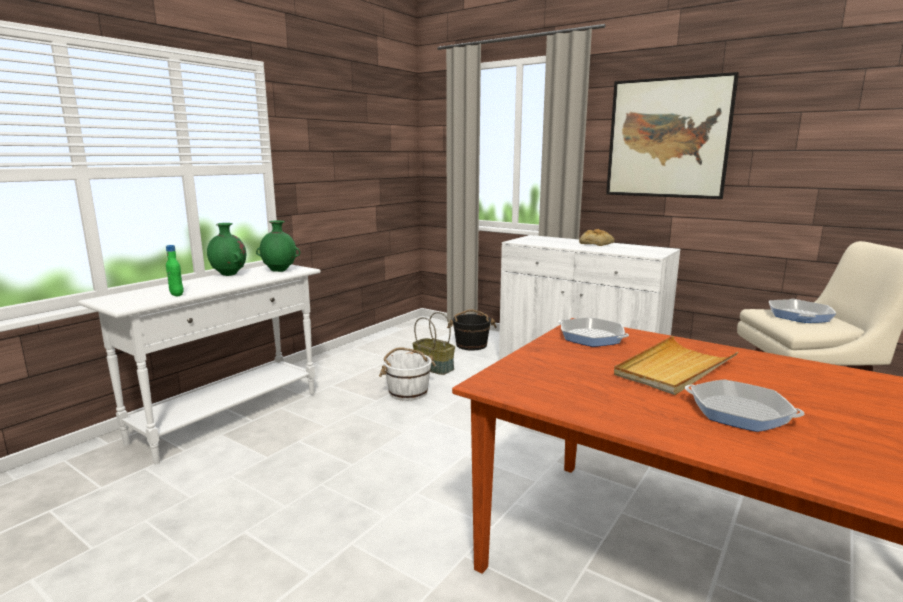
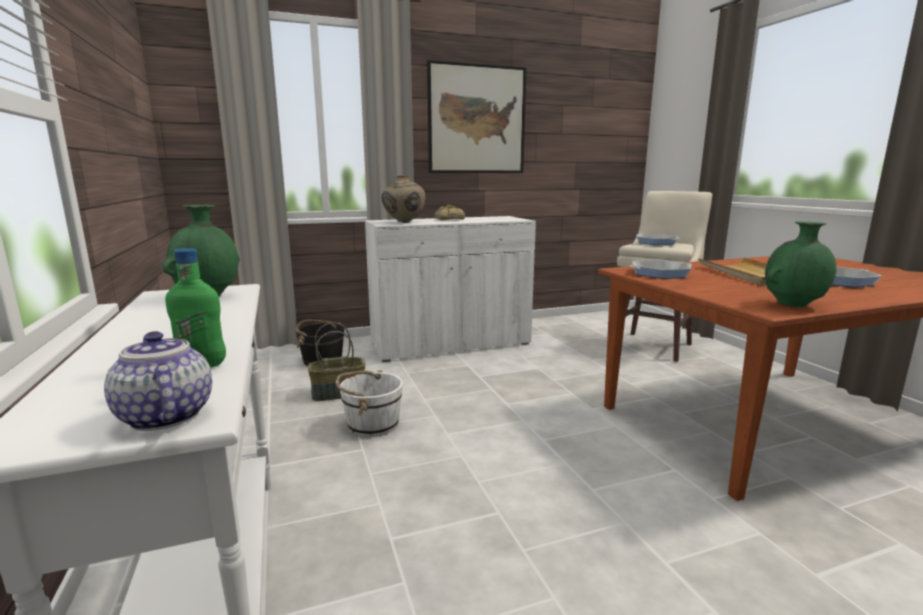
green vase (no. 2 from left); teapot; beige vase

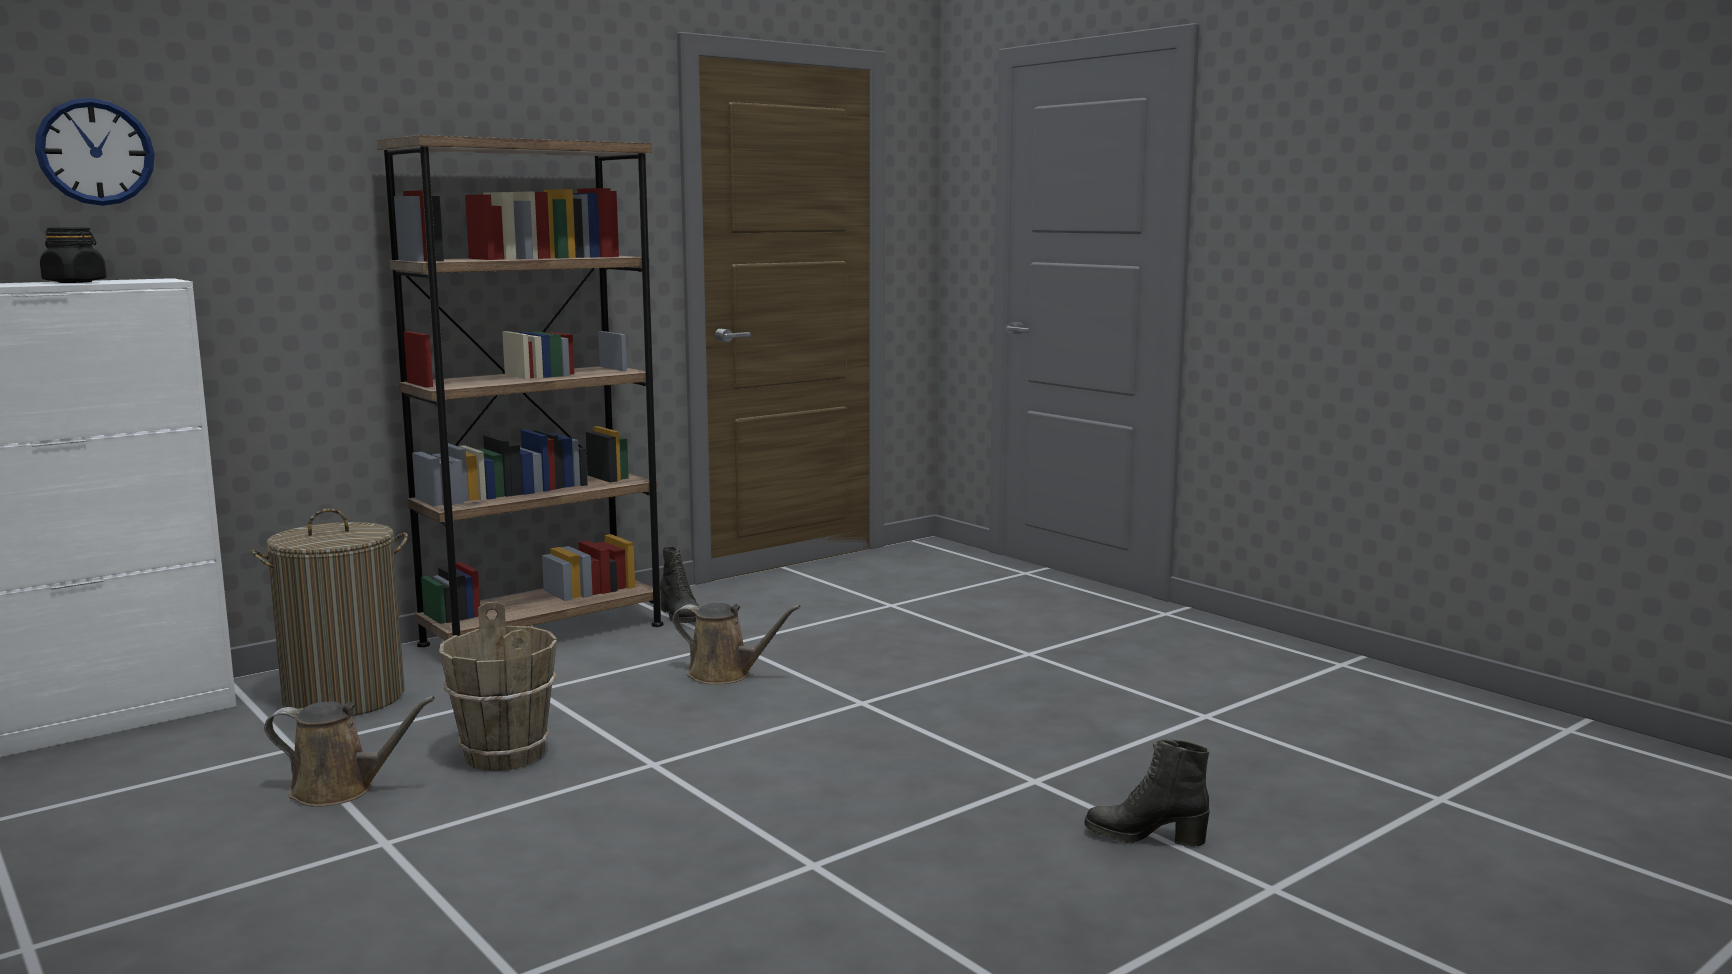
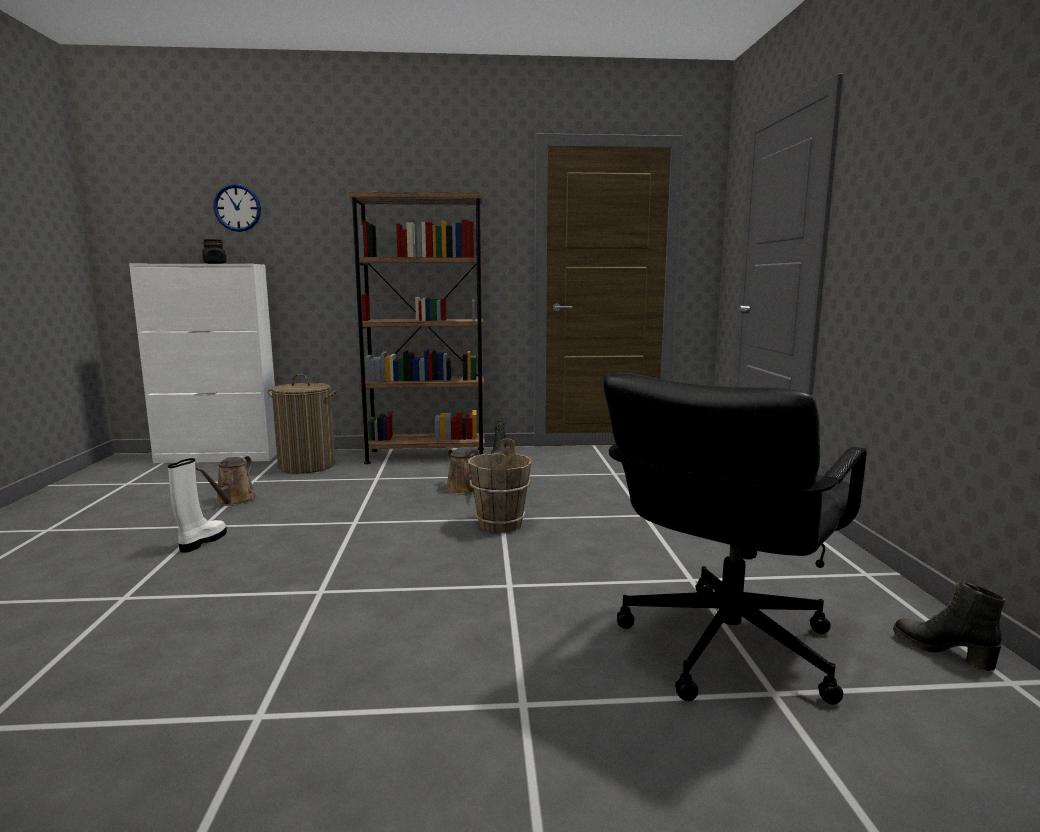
brown watering can (no. 1 from left); brown bucket; black boot (no. 2 from left); white boot; black office chair

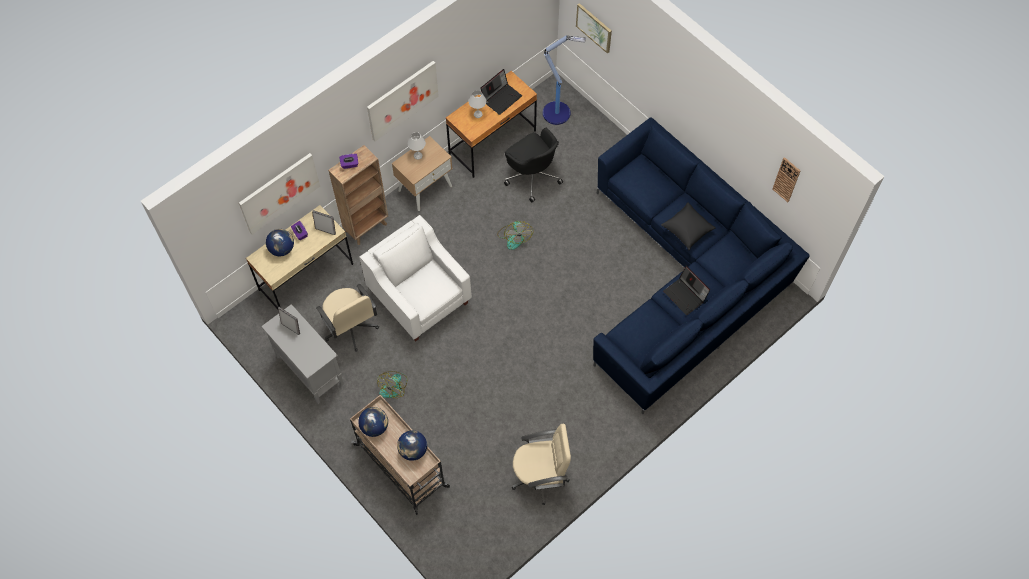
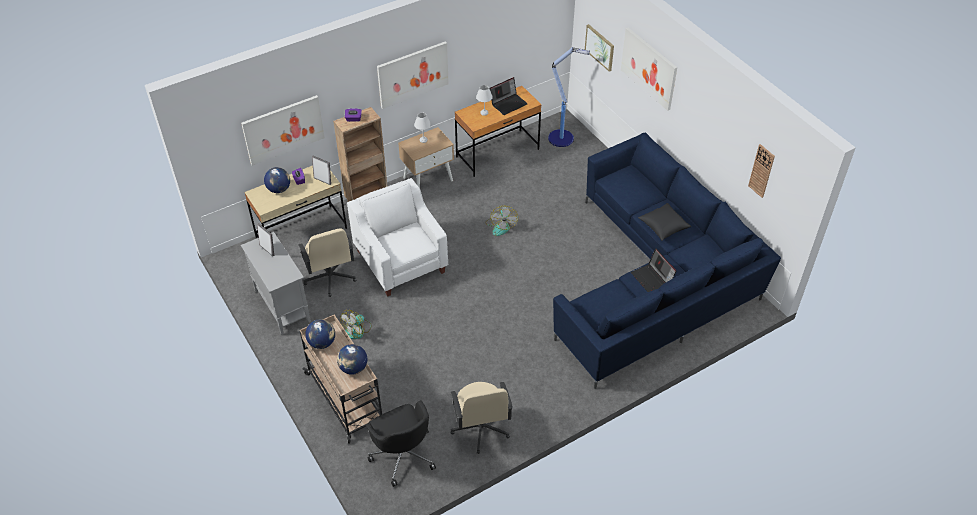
black office chair; beige office chair (no. 2 from left); picture (no. 4 from left)

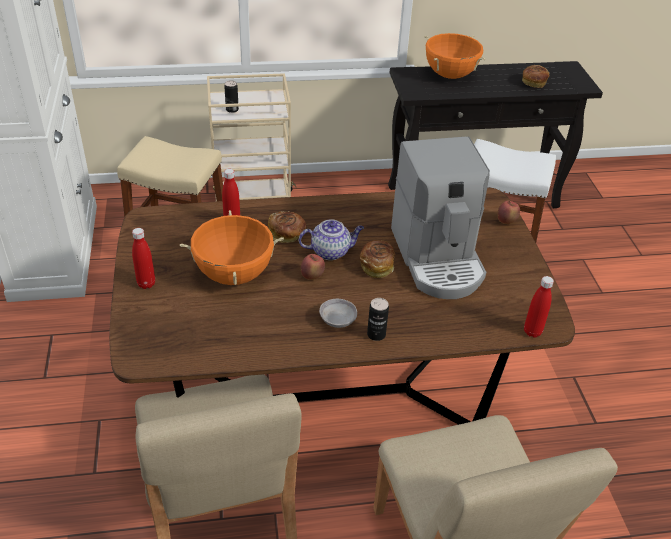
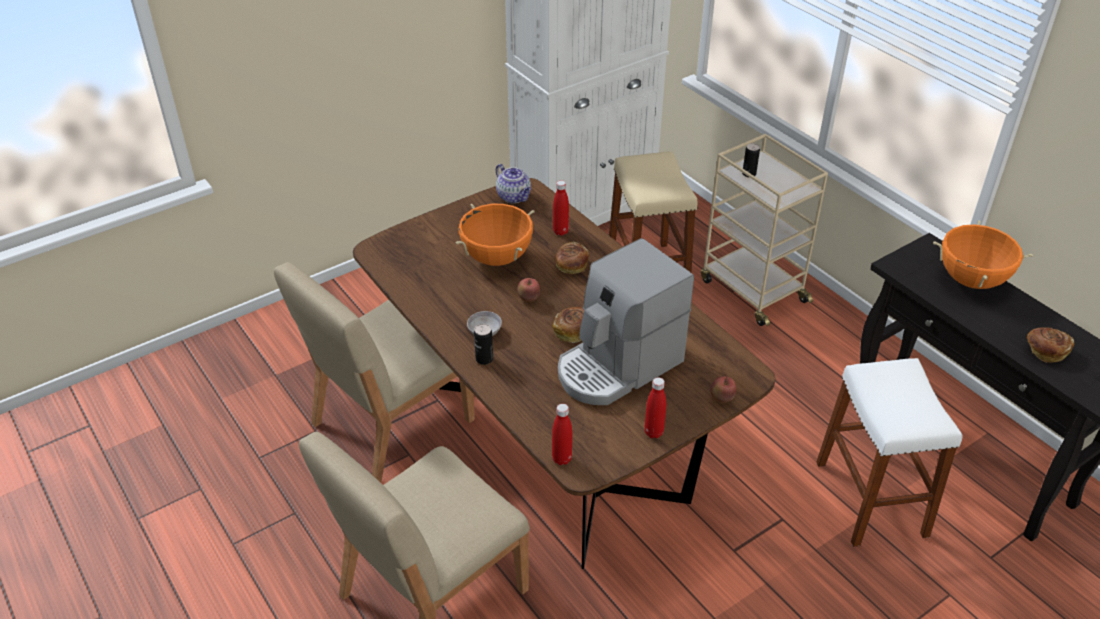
red bottle (no. 3 from left); teapot

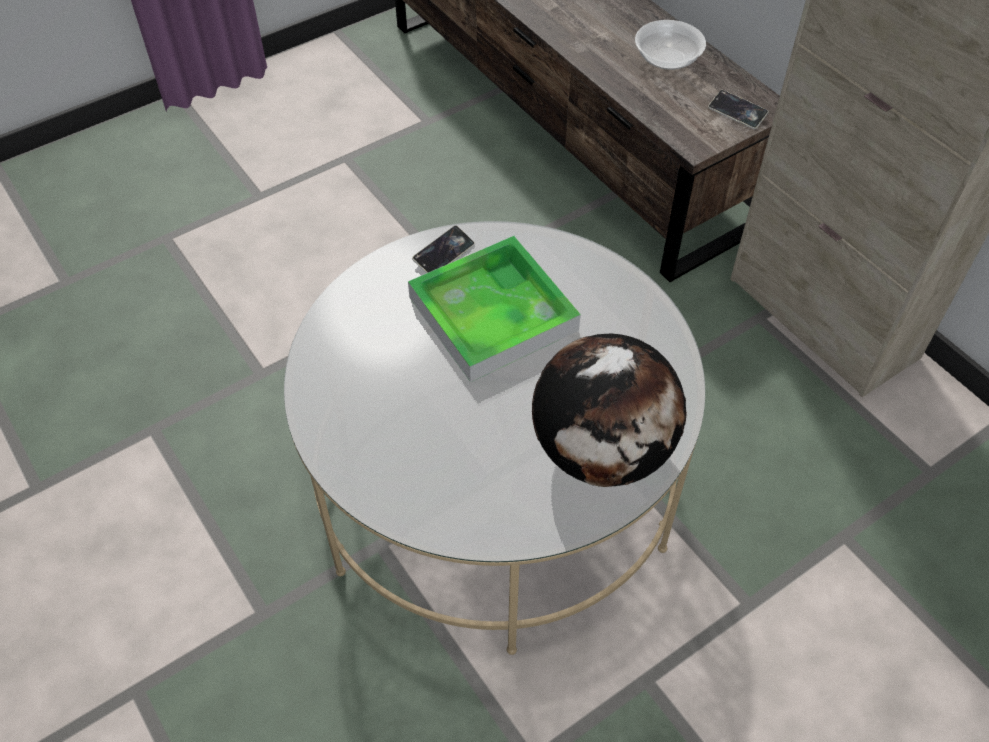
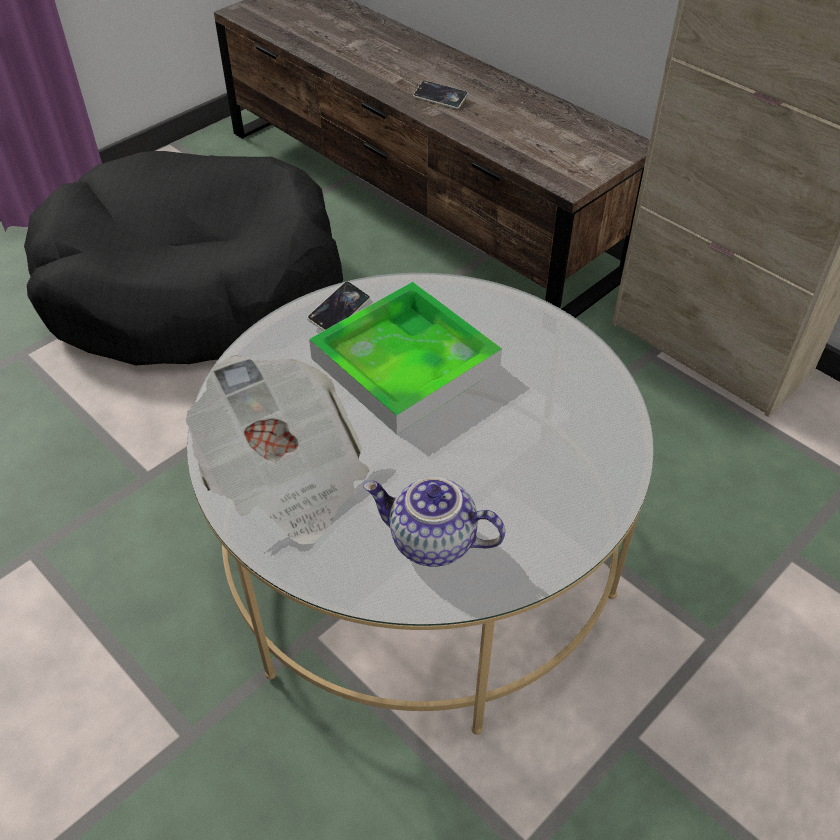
globe; bowl; phone (no. 2 from left); black dog bed; newspaper; teapot

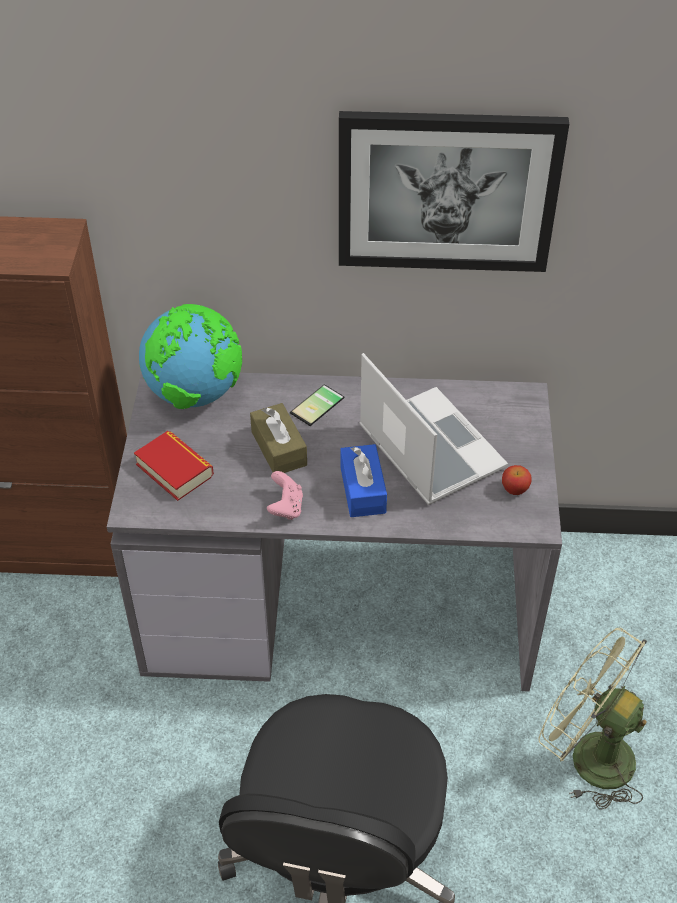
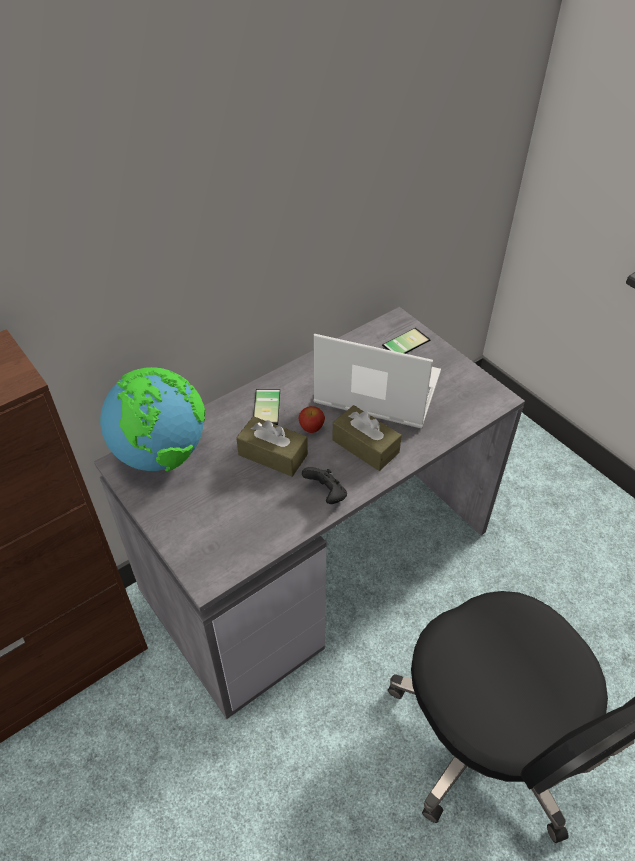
book; black game controller; picture; brown tissue box (no. 2 from left); apple; green fan; phone (no. 2 from left)

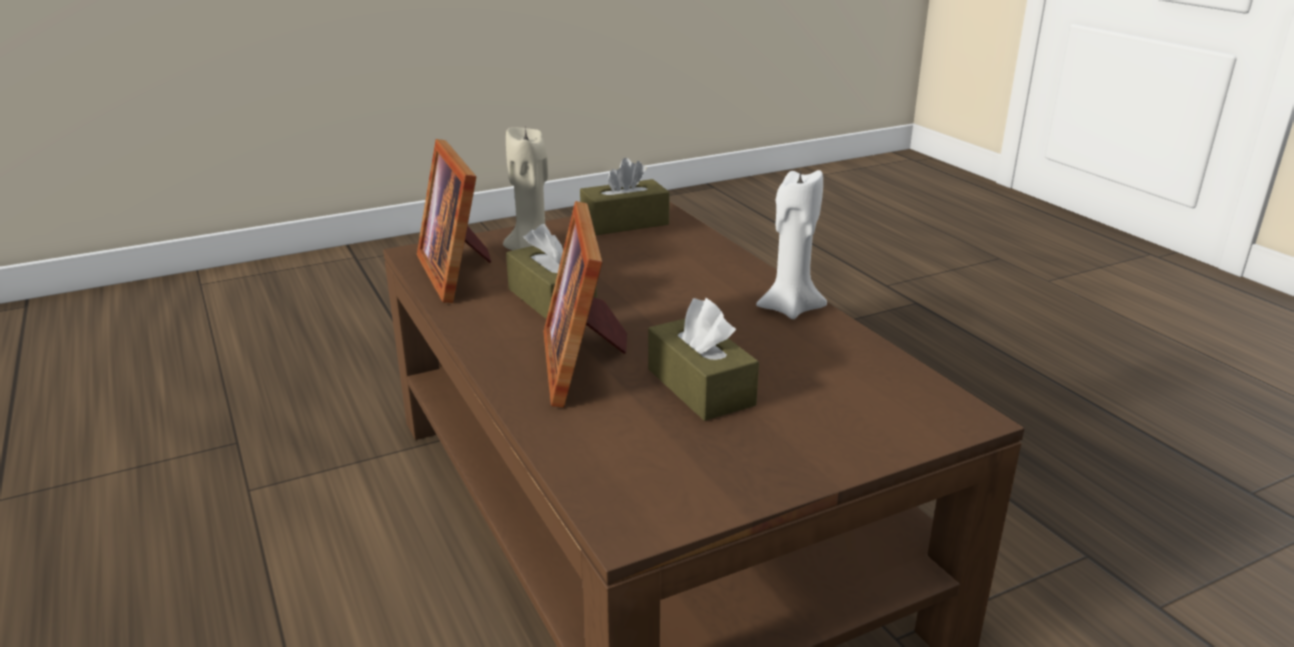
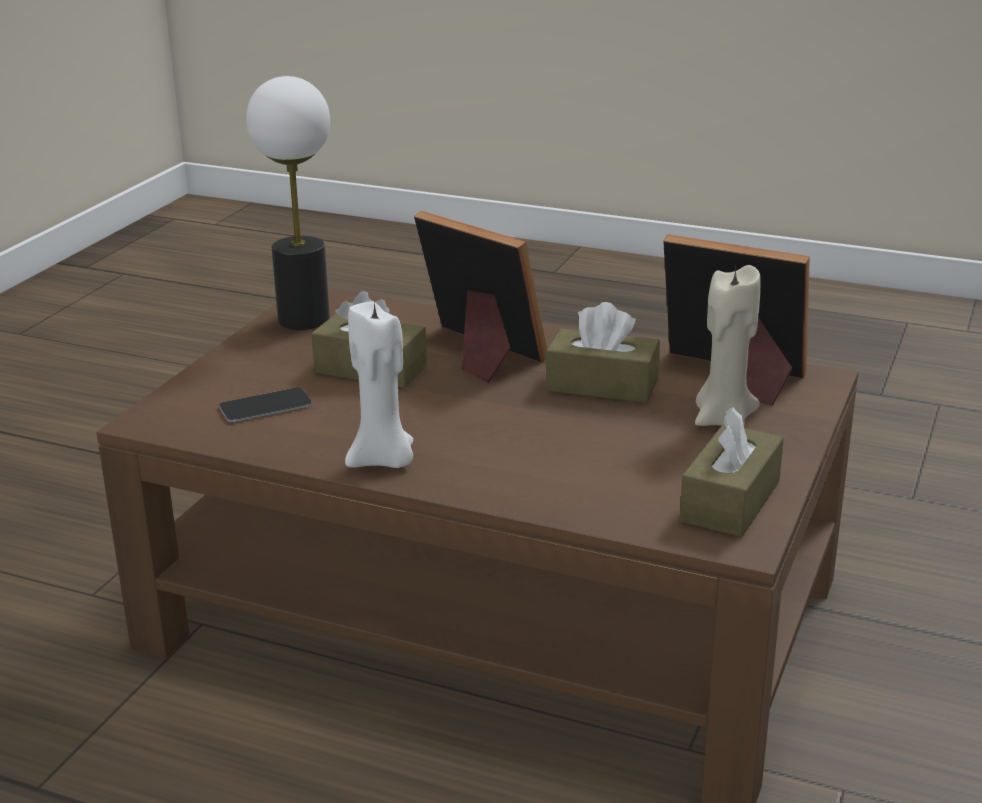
phone; table lamp

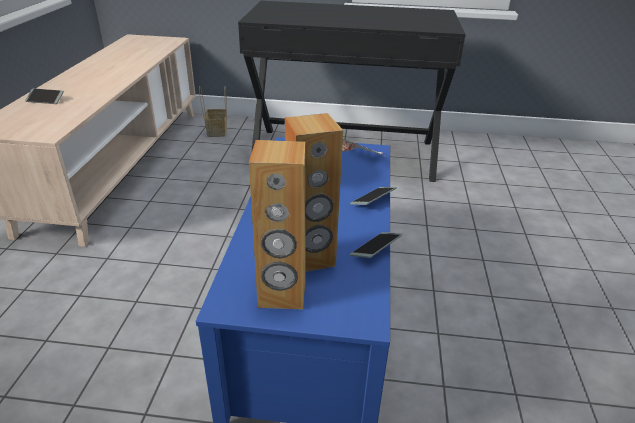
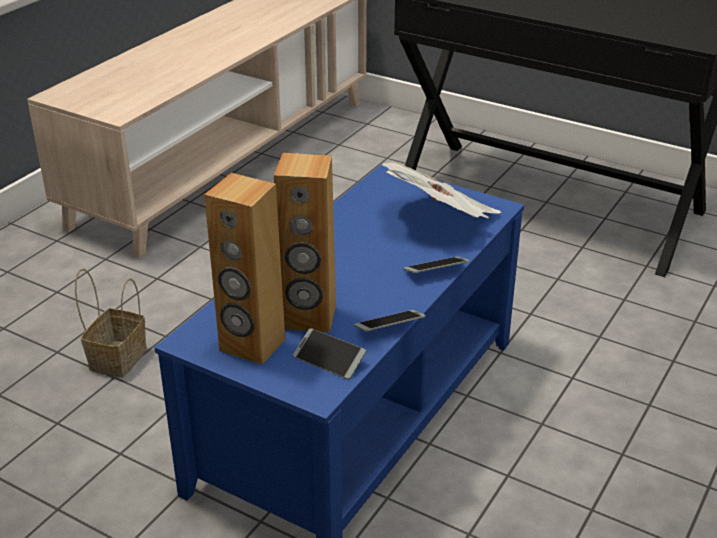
phone (no. 1 from left); basket

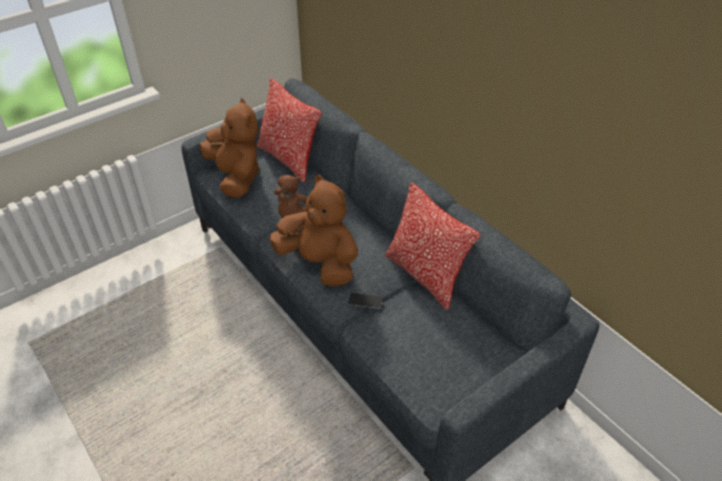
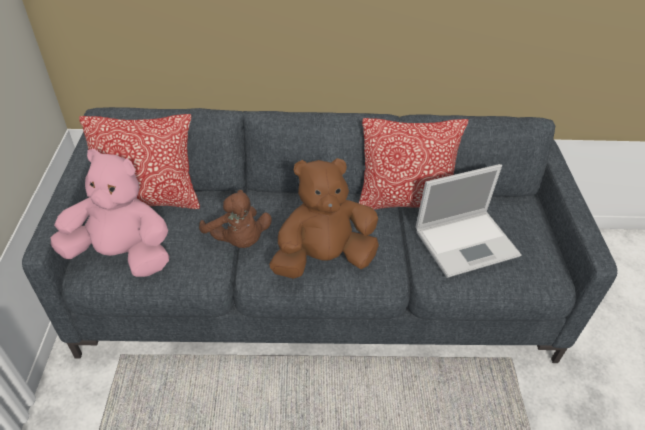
pink plush toy; phone; laptop

